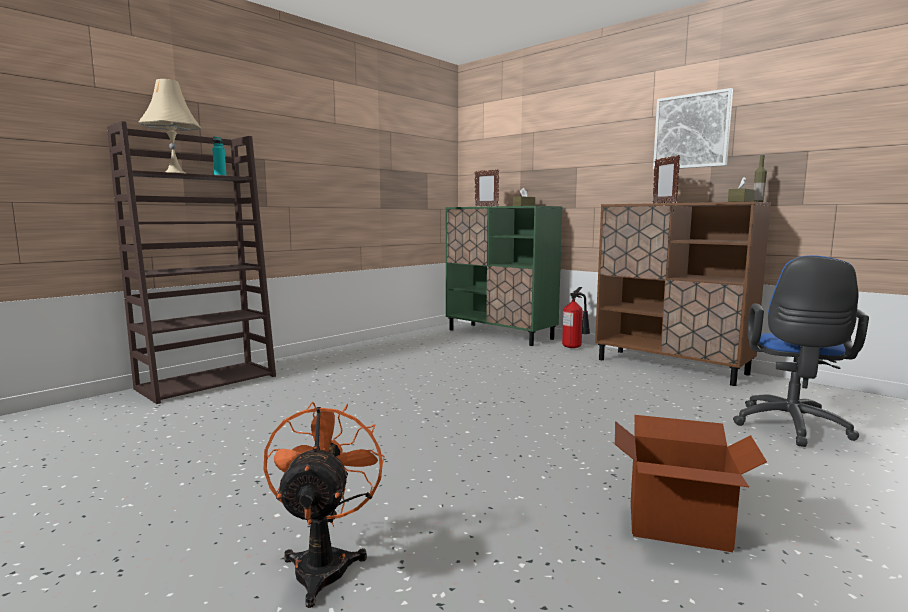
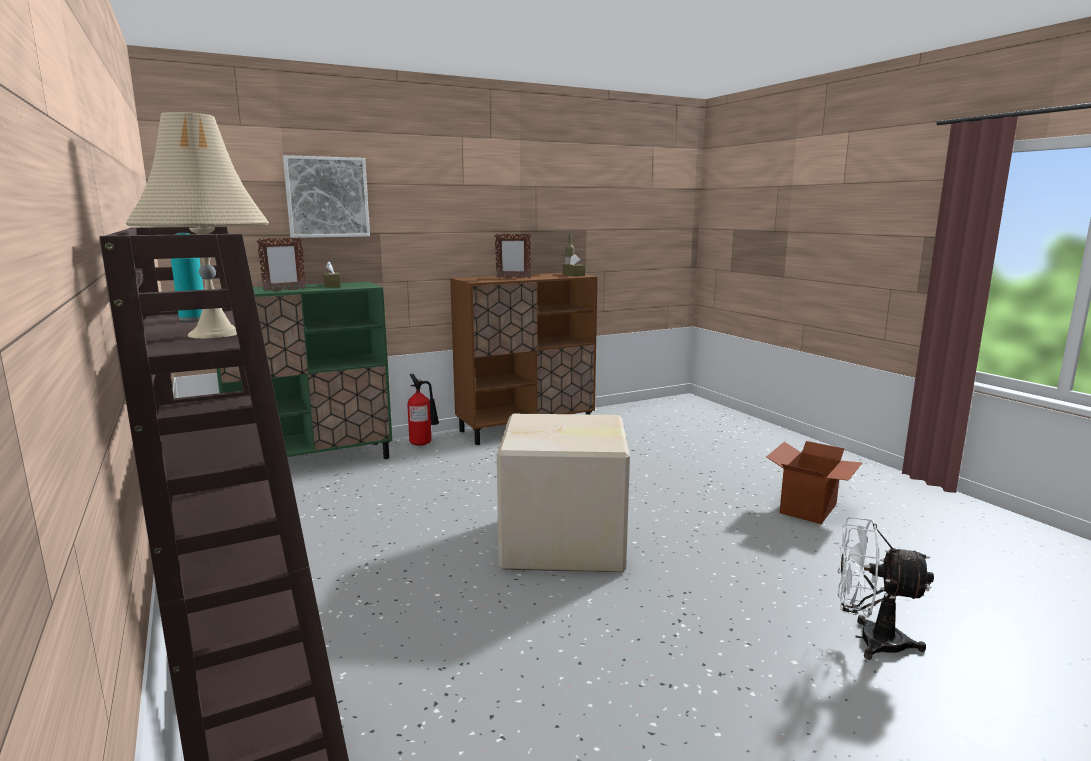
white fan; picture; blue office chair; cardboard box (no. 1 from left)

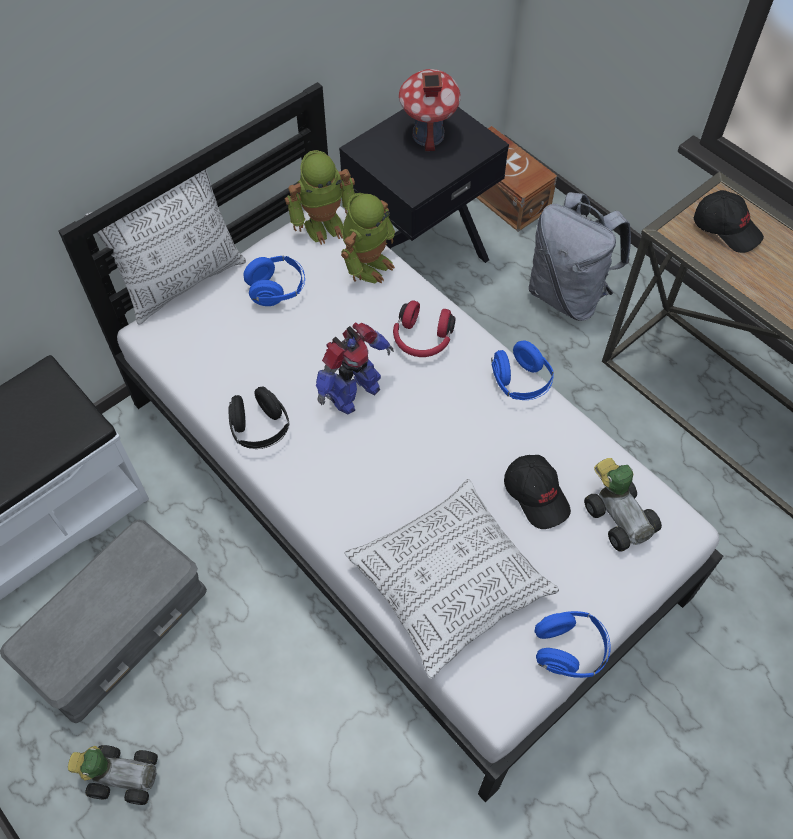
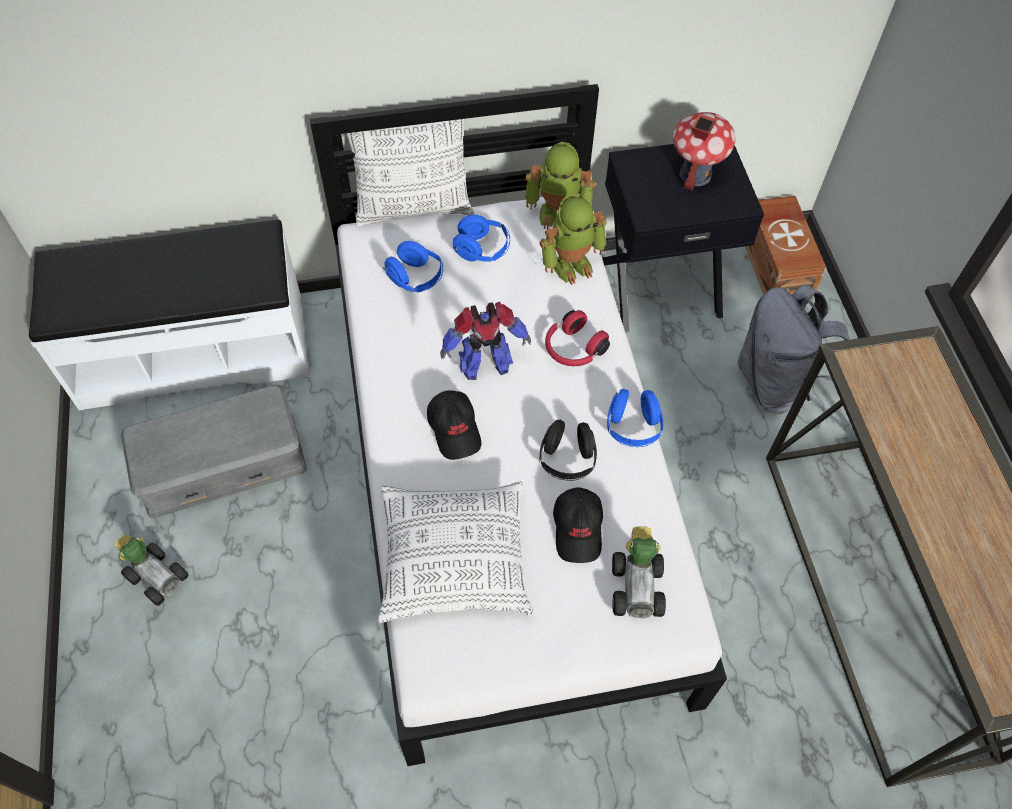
black headphones; blue headphones (no. 1 from left); black cap (no. 1 from left)

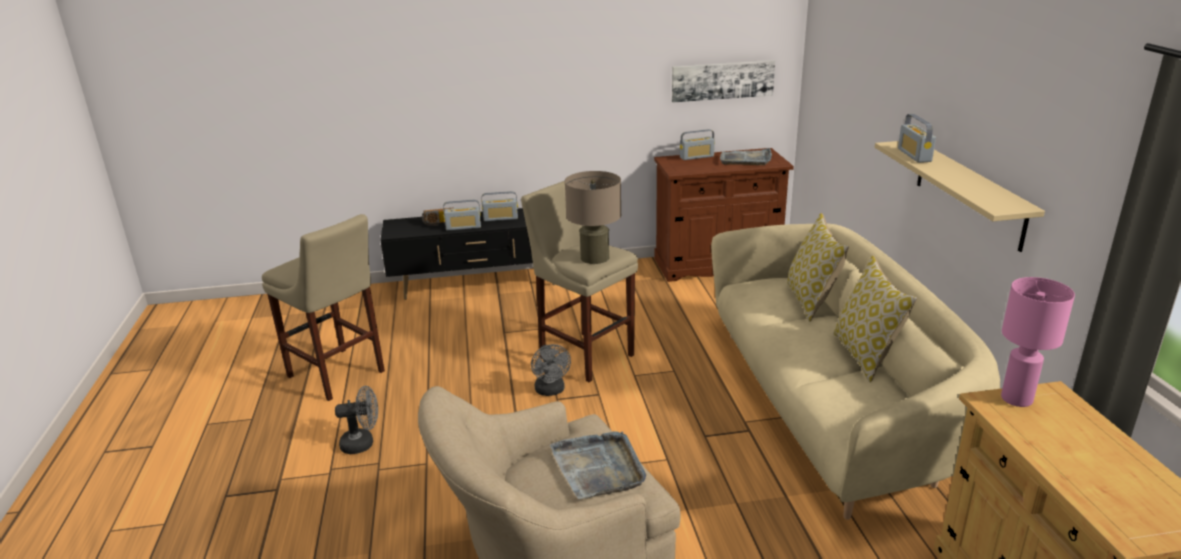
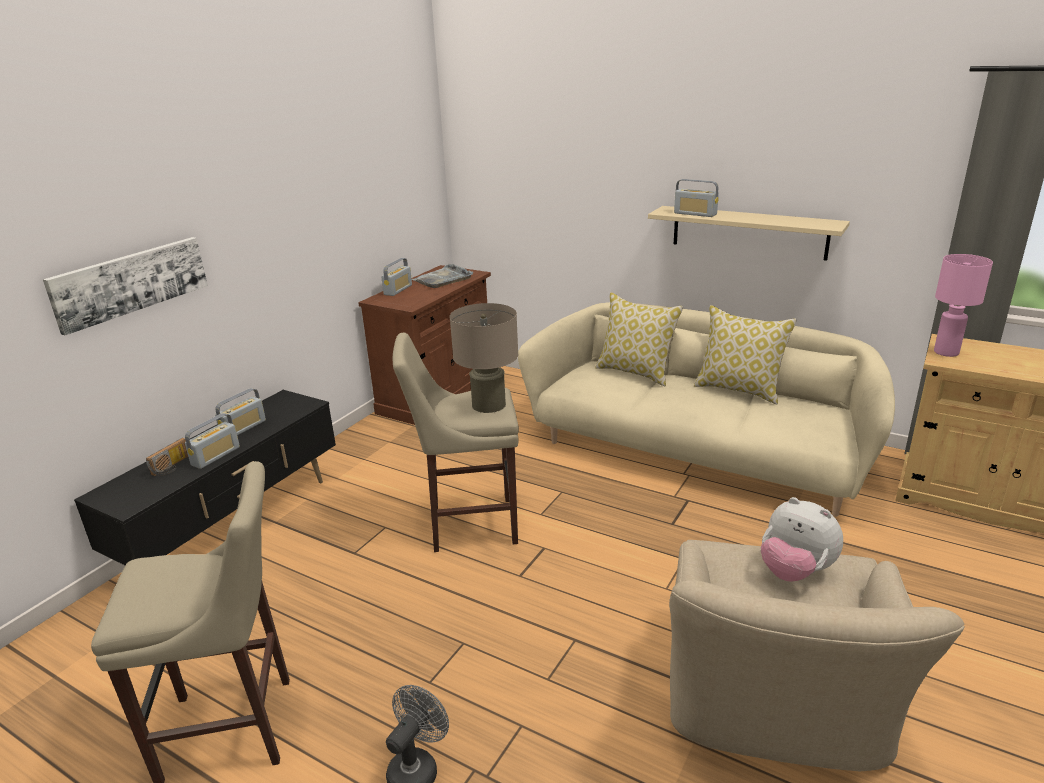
grey fan (no. 2 from left in the first image); plush toy; picture

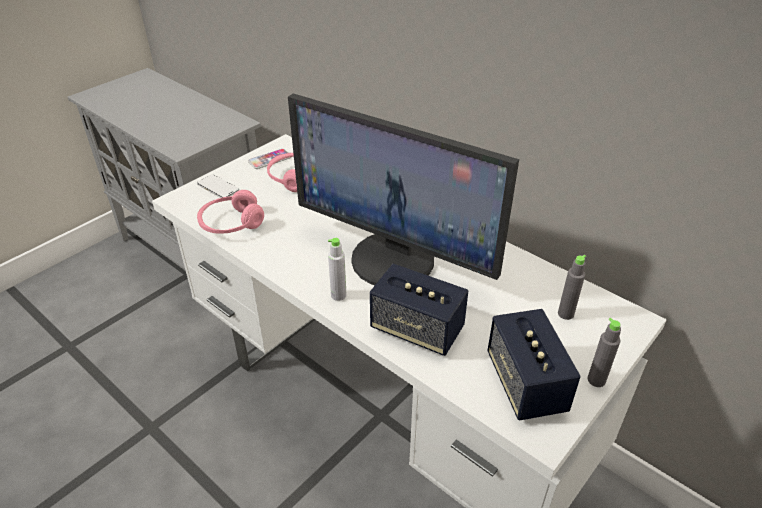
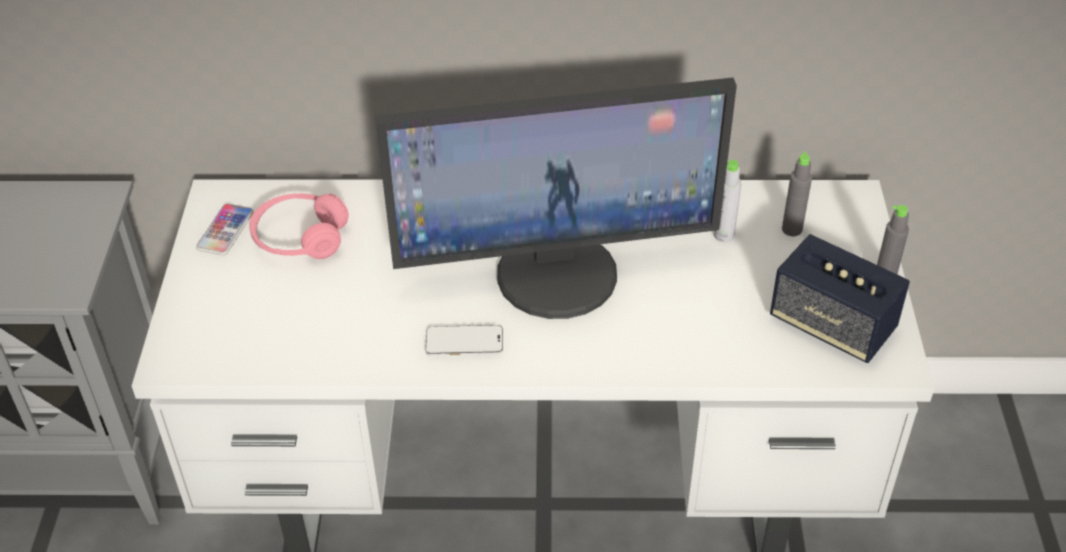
phone (no. 2 from left); pink headphones (no. 1 from left in the first image); grey bottle (no. 1 from left); speaker (no. 1 from left in the first image)

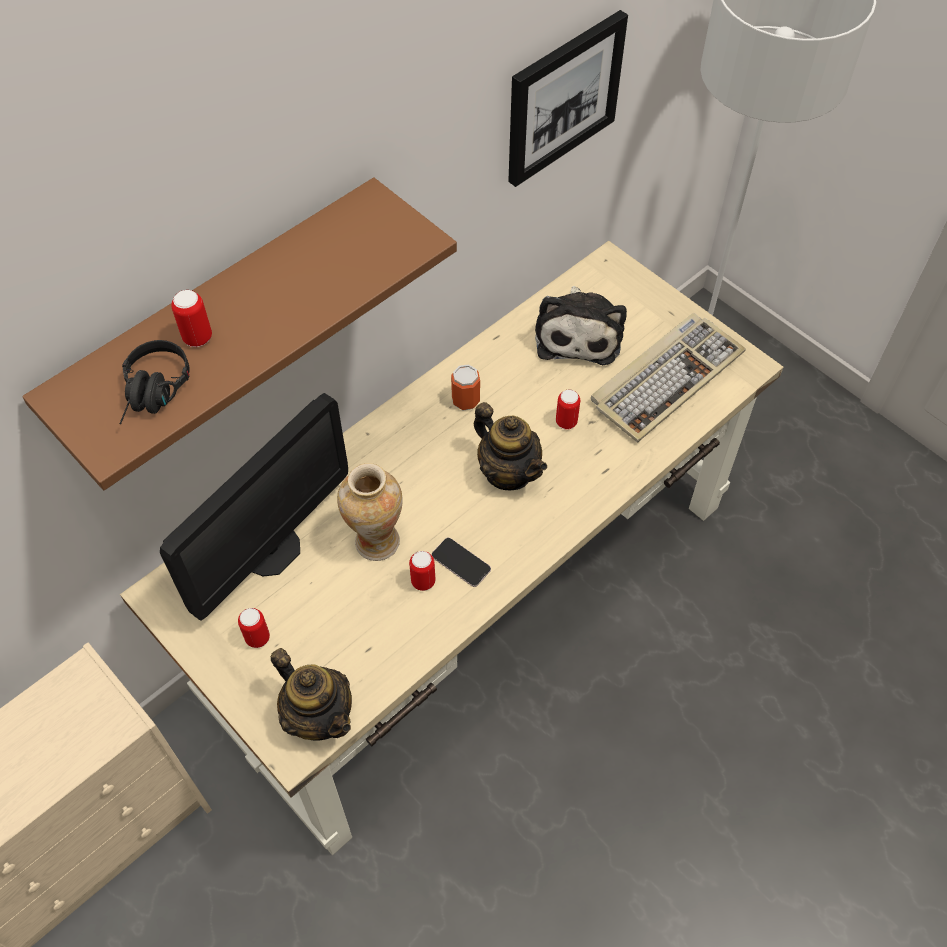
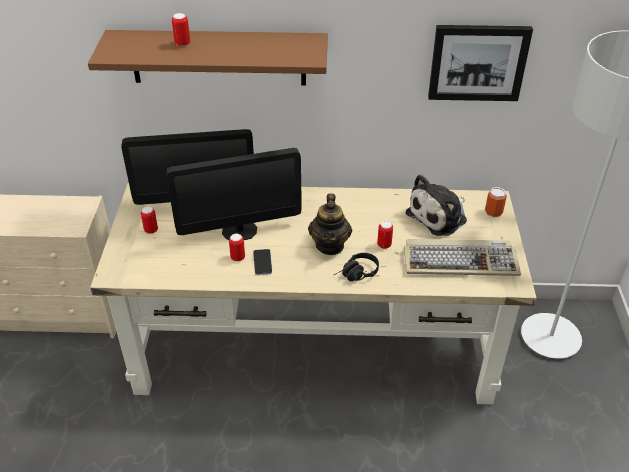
black headphones; teapot (no. 1 from left in the first image); monitor (no. 2 from left); can (no. 5 from left)

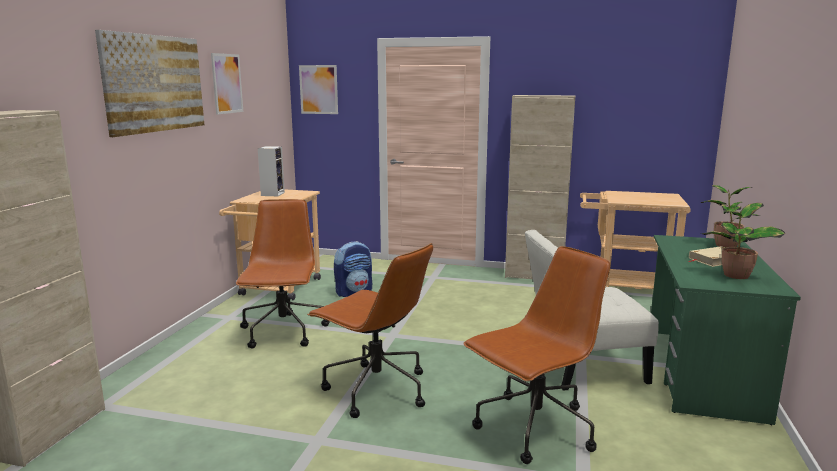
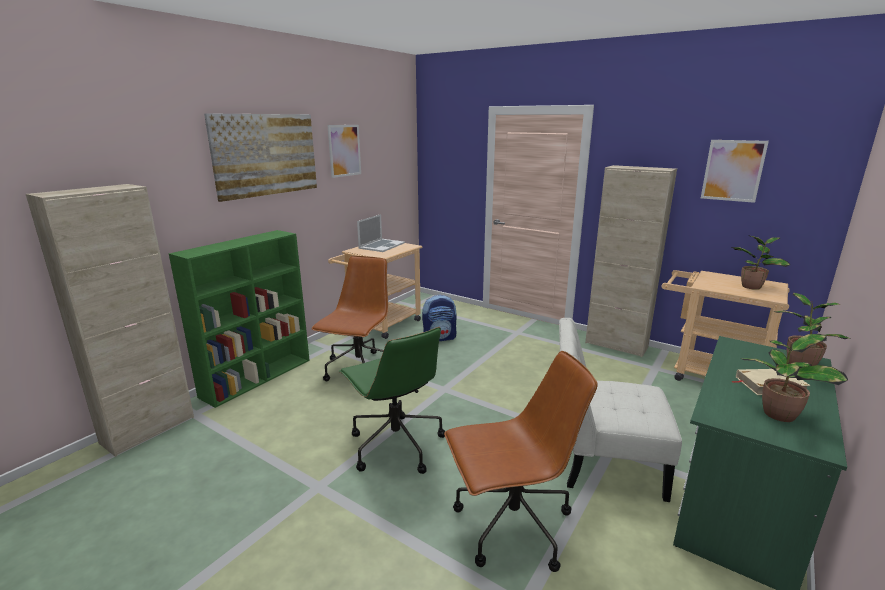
laptop; picture (no. 3 from left); green office chair; green bookcase; potted plant (no. 1 from left)

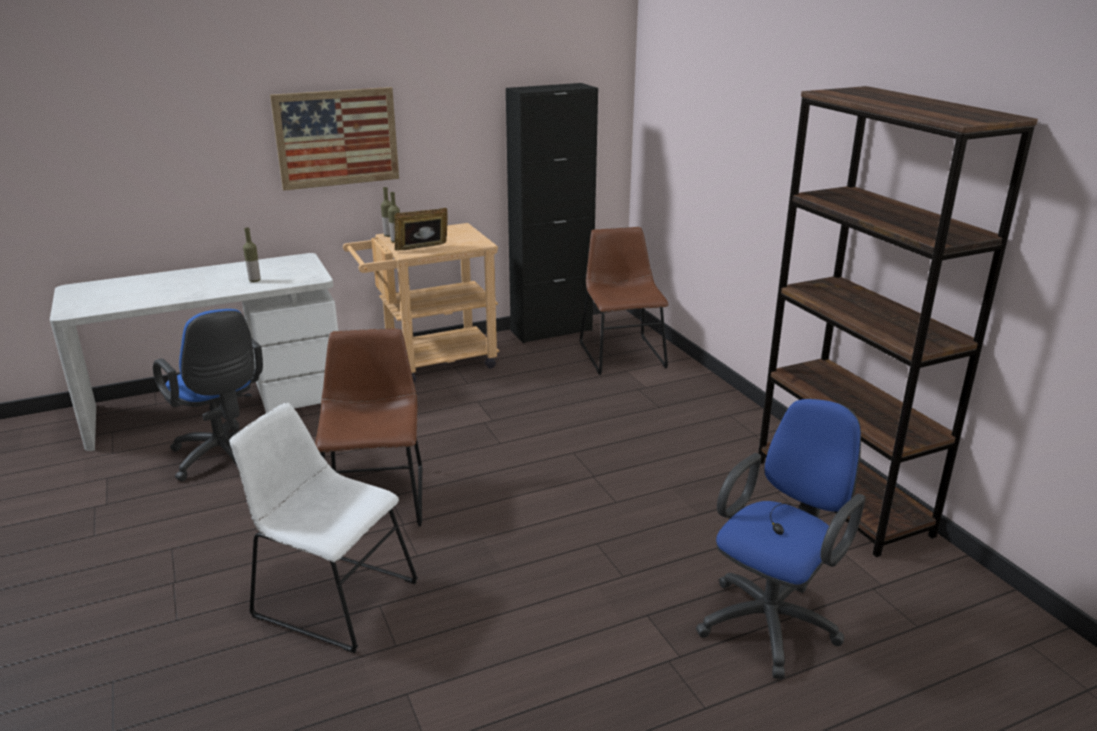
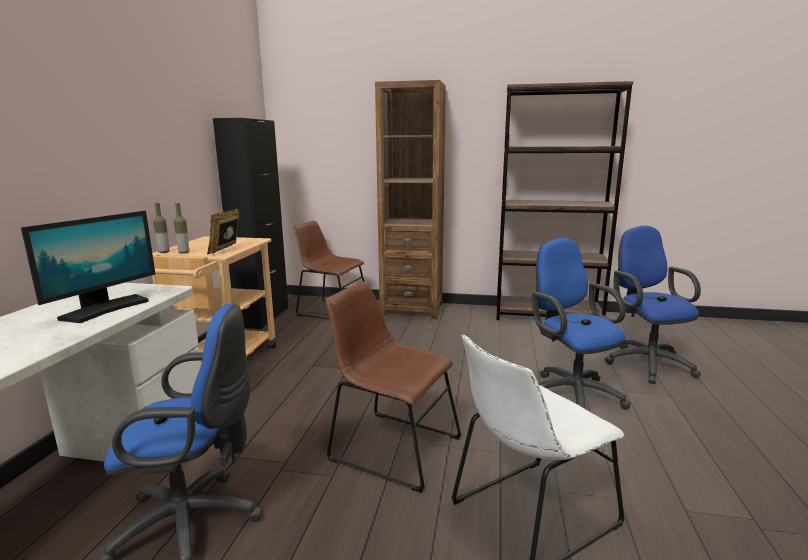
monitor; picture; brown bookcase (no. 1 from left); blue office chair (no. 2 from left)

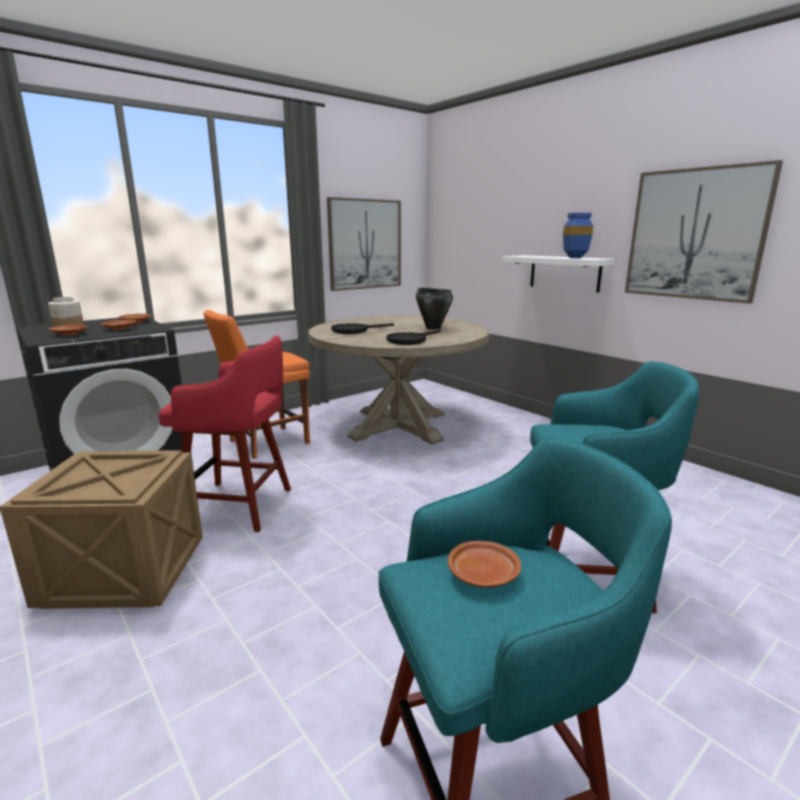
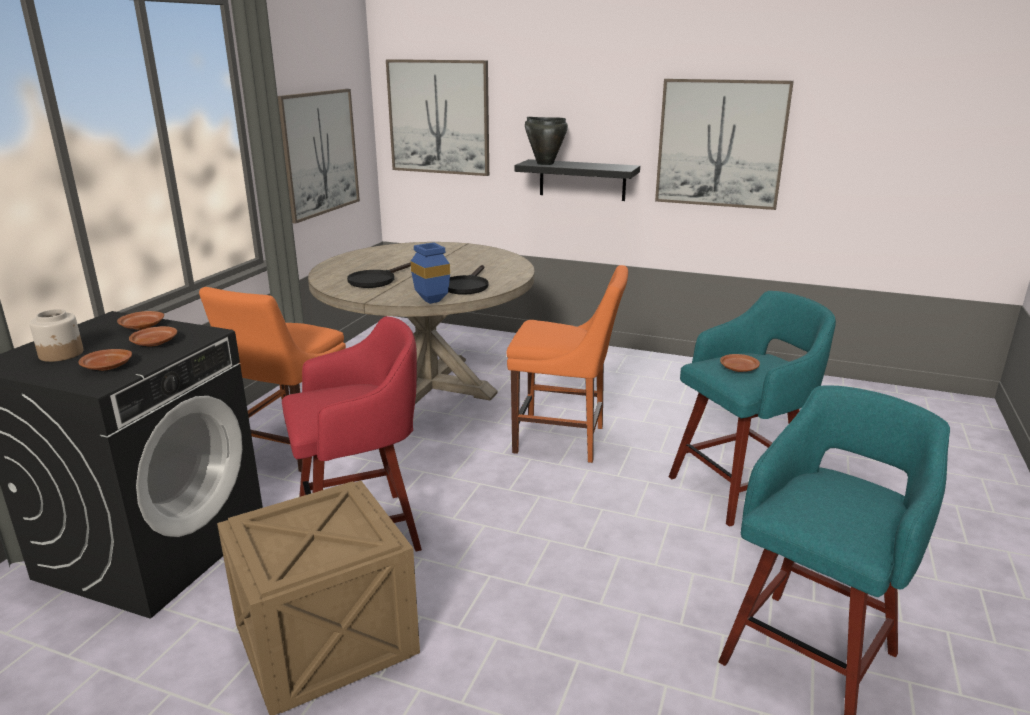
black cooking pot; brown plate (no. 4 from left); black shelf; blue vase; picture (no. 2 from left); orange chair (no. 2 from left)

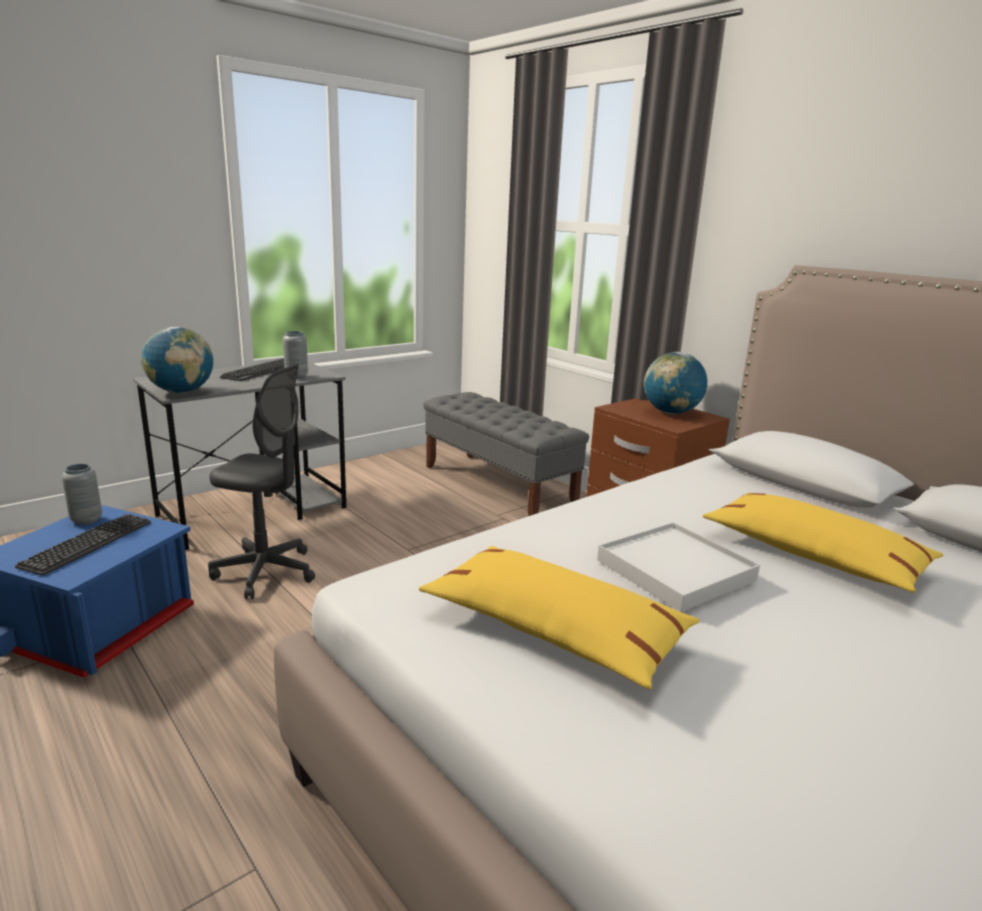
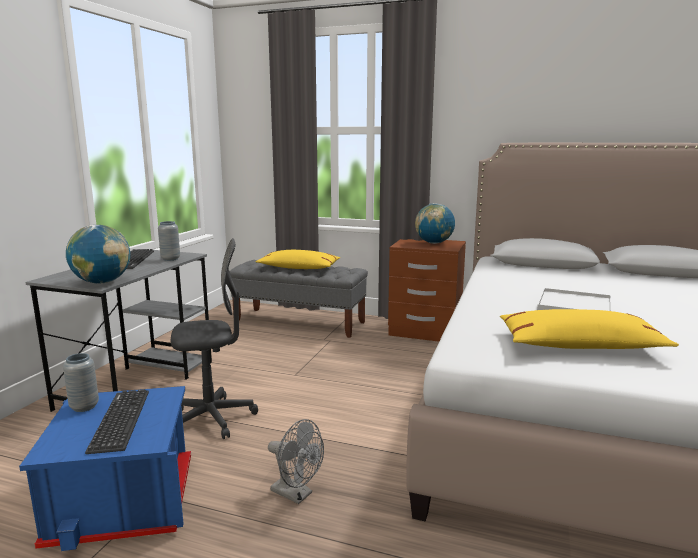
yellow pillow (no. 1 from left); grey fan

